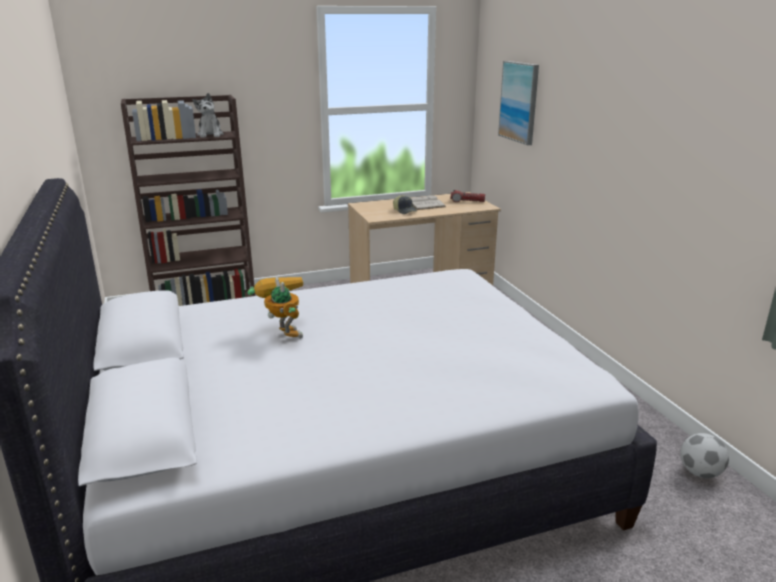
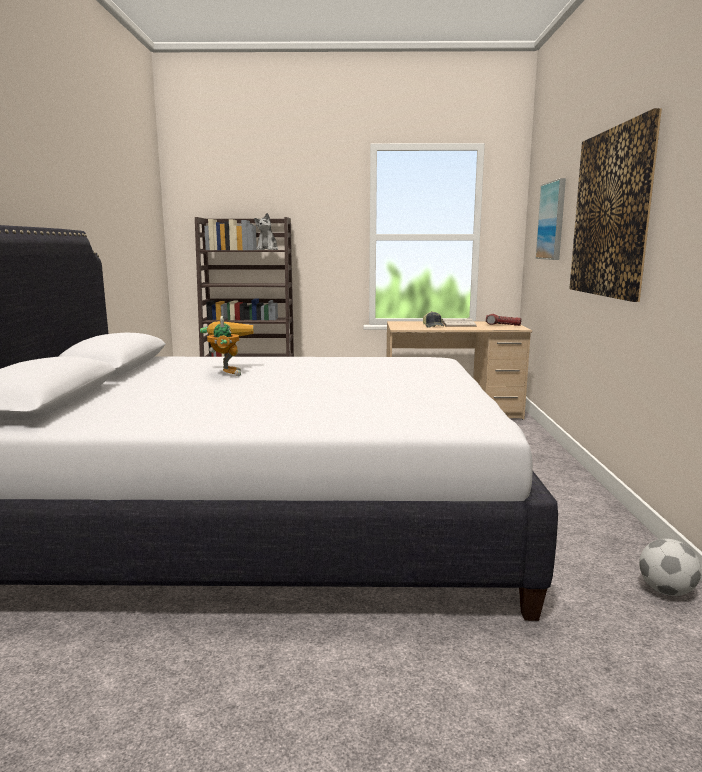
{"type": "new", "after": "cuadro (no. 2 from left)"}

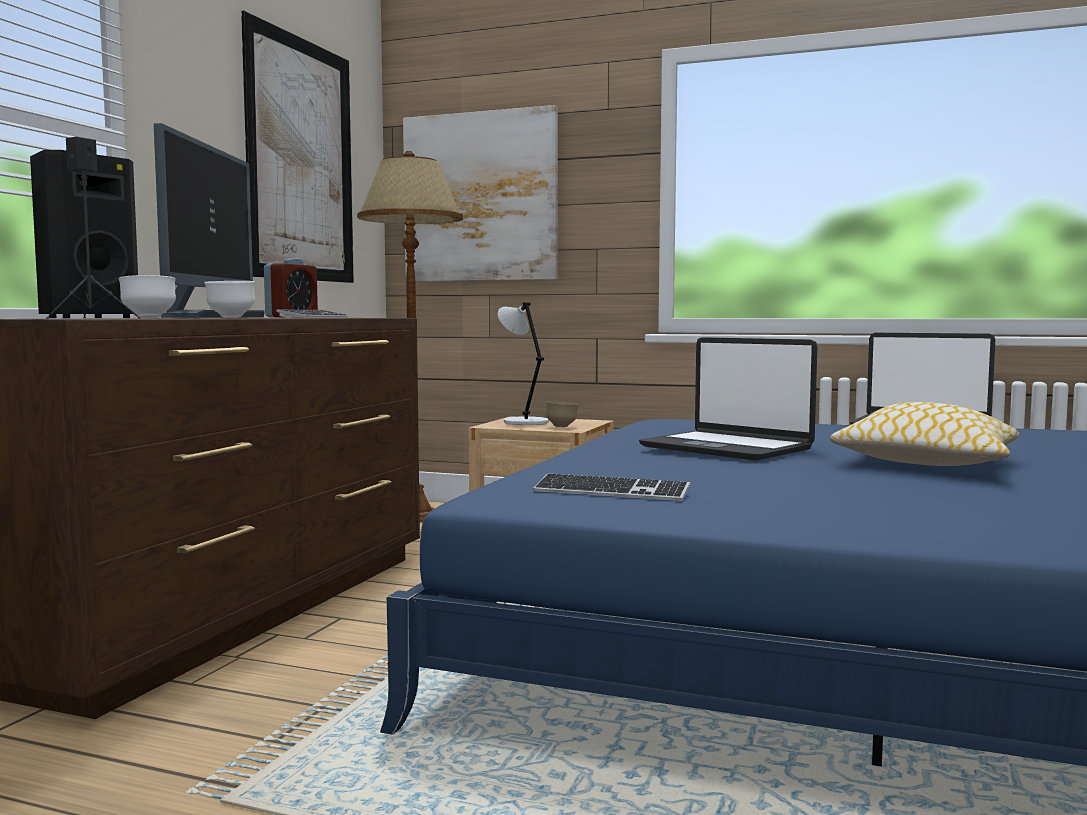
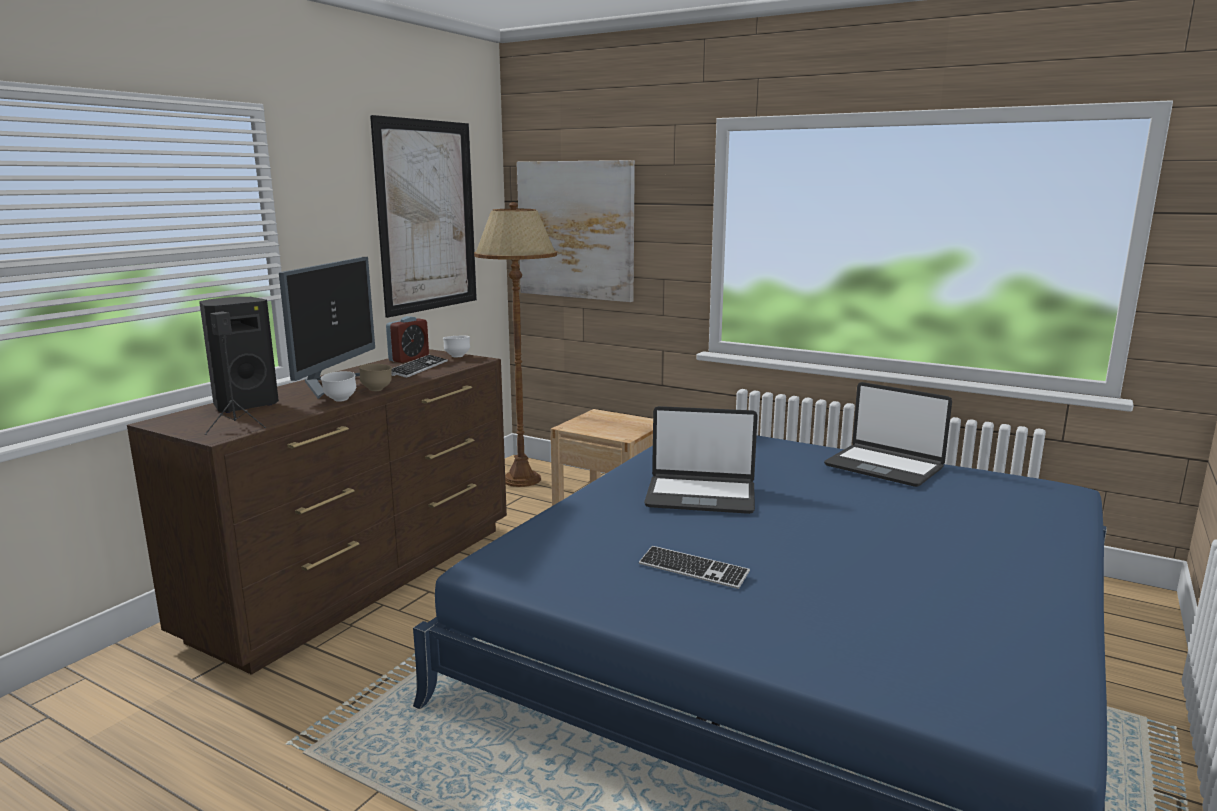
{"type": "shifted", "before": "cuenco [marrón]"}
{"type": "shifted", "before": "cuenco [blanco] (no. 1 from left in the first image)", "after": "cuenco [blanco] (no. 2 from left)"}
{"type": "shifted", "before": "teclado (no. 2 from left)"}
{"type": "rotated", "before": "portátil (no. 1 from left)", "turn": -45}
{"type": "gone", "before": "lámpara de mesa [gris]"}
{"type": "gone", "before": "cojín"}

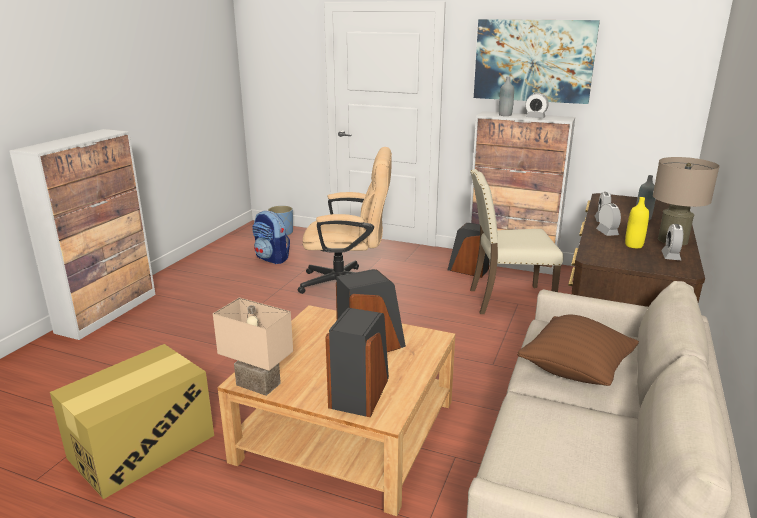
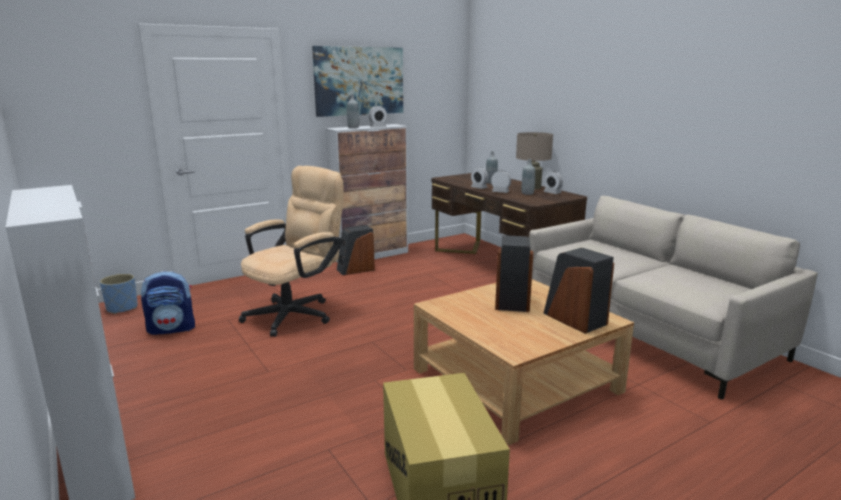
{"type": "repainted", "before": "botella [amarillo]", "after": "botella [gris] (no. 3 from left)"}
{"type": "gone", "before": "lámpara de mesa [beis] (no. 1 from left)"}
{"type": "gone", "before": "silla [beis]"}
{"type": "gone", "before": "cojín [marrón]"}

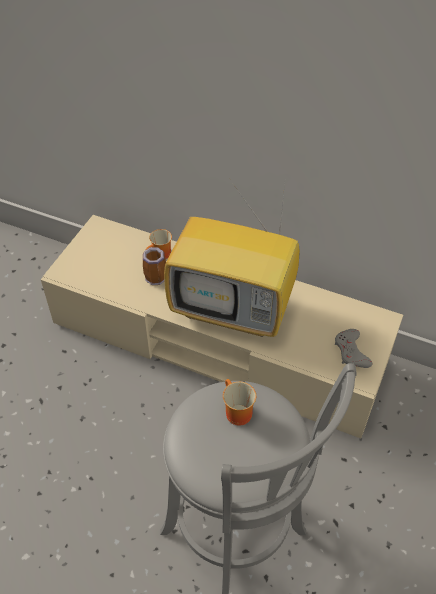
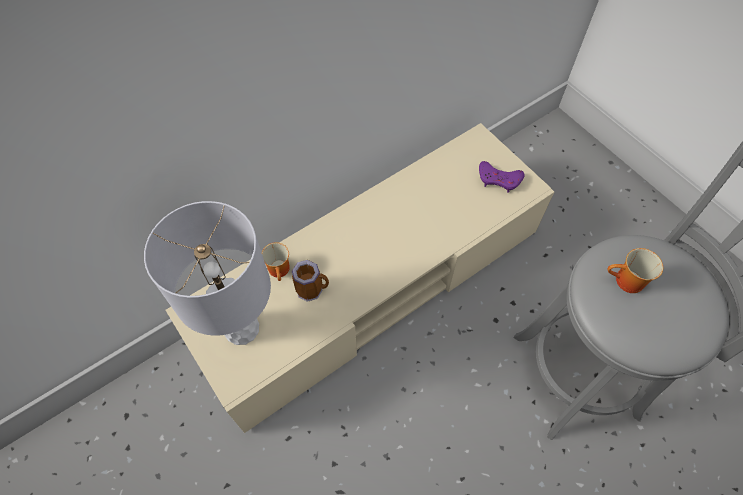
{"type": "new", "after": "lámpara de mesa [gris]"}
{"type": "repainted", "before": "mando de consola [gris]", "after": "mando de consola [morado]"}
{"type": "gone", "before": "televisor"}

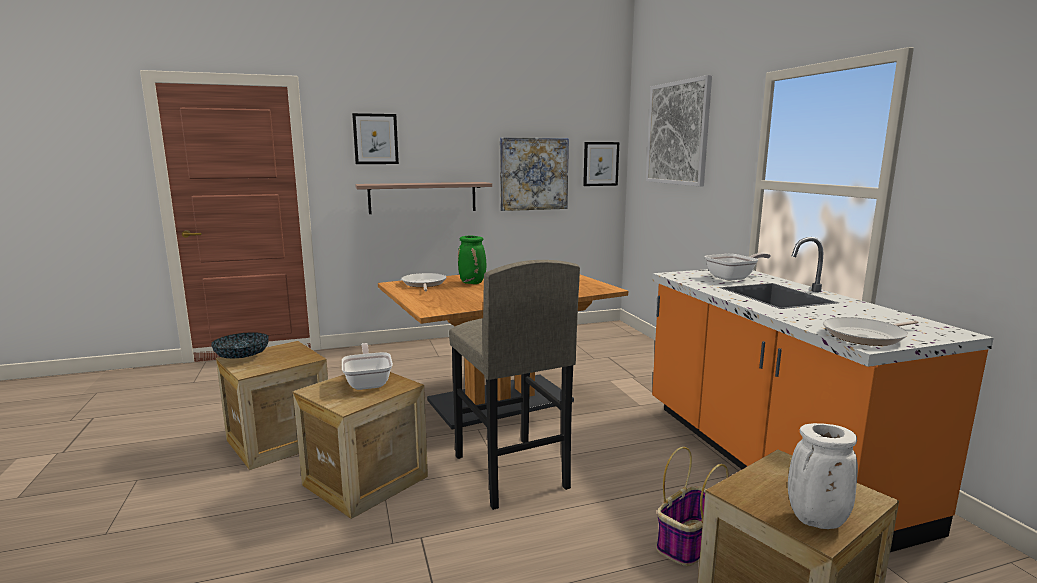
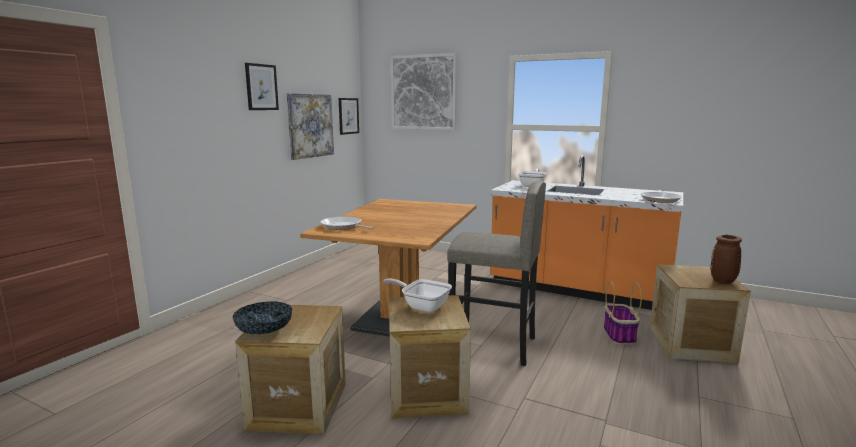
{"type": "shifted", "before": "cuadro (no. 1 from left)"}
{"type": "repainted", "before": "florero [blanco]", "after": "florero [marrón]"}
{"type": "gone", "before": "estante"}
{"type": "gone", "before": "florero [verde]"}

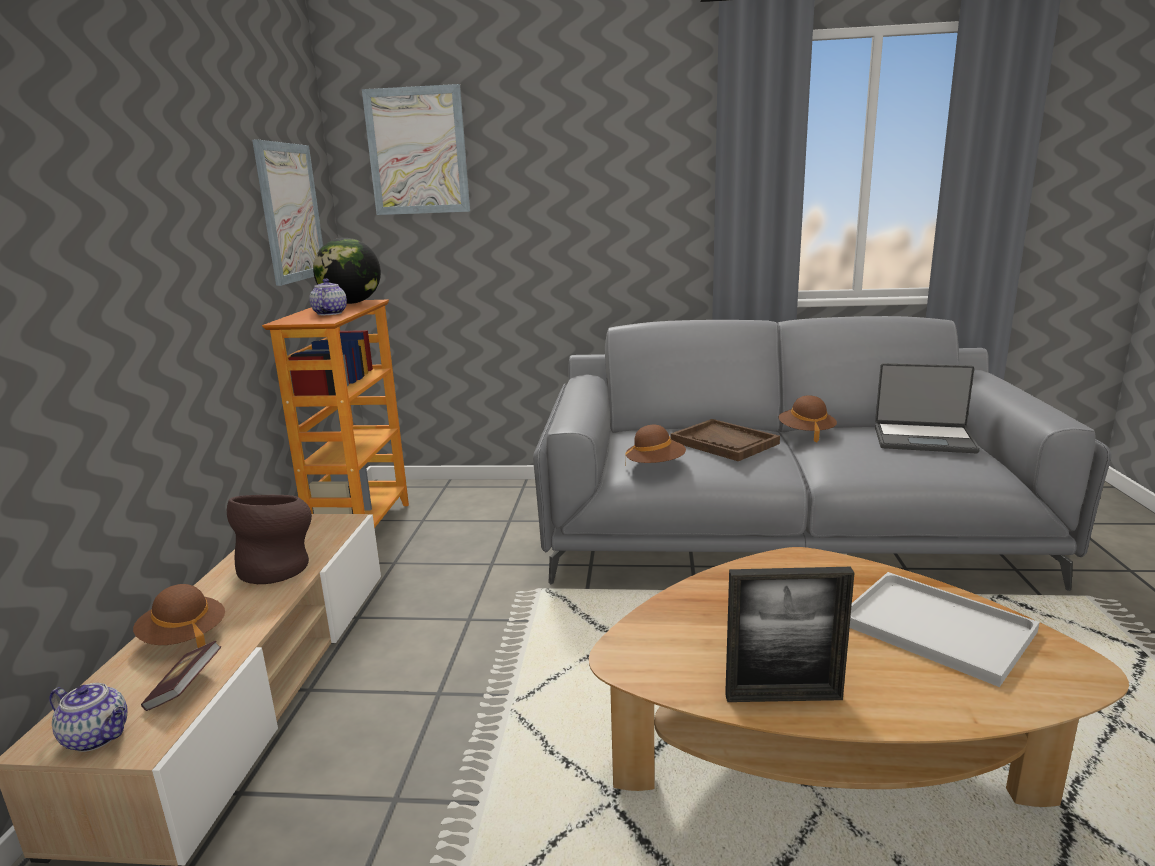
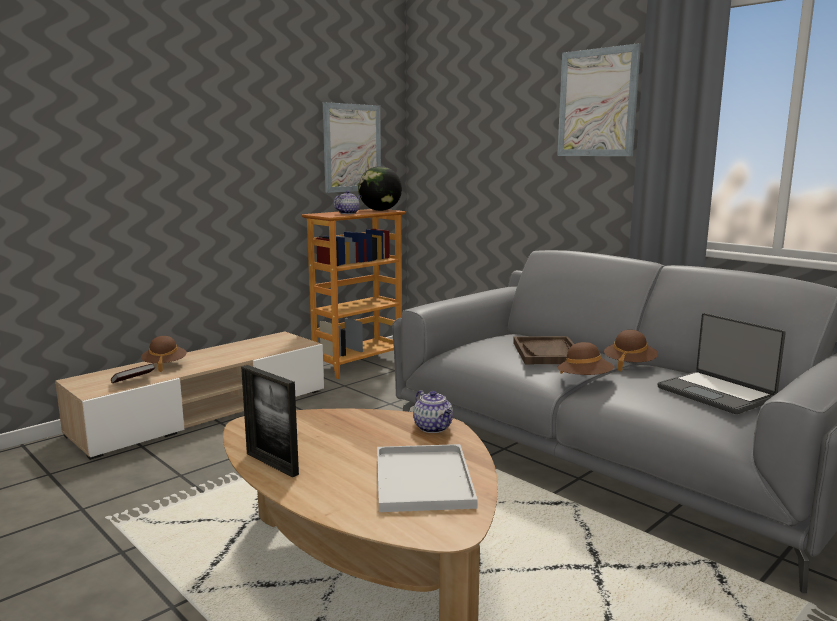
{"type": "shifted", "before": "tetera (no. 1 from left in the first image)", "after": "tetera (no. 2 from left)"}
{"type": "shifted", "before": "cuadro (no. 2 from left)"}
{"type": "shifted", "before": "sombrero [marrón] (no. 2 from left)"}
{"type": "gone", "before": "florero [marrón]"}

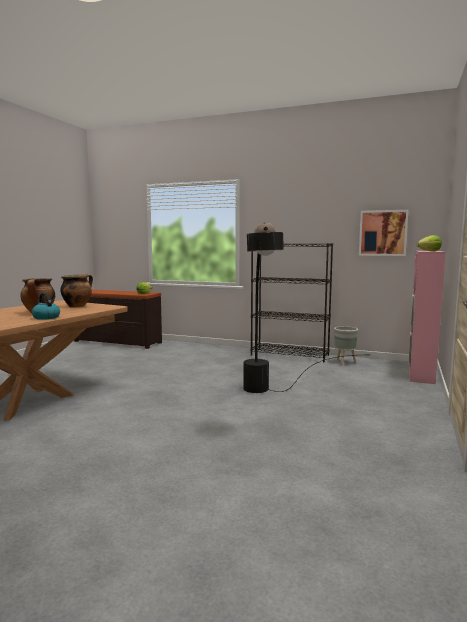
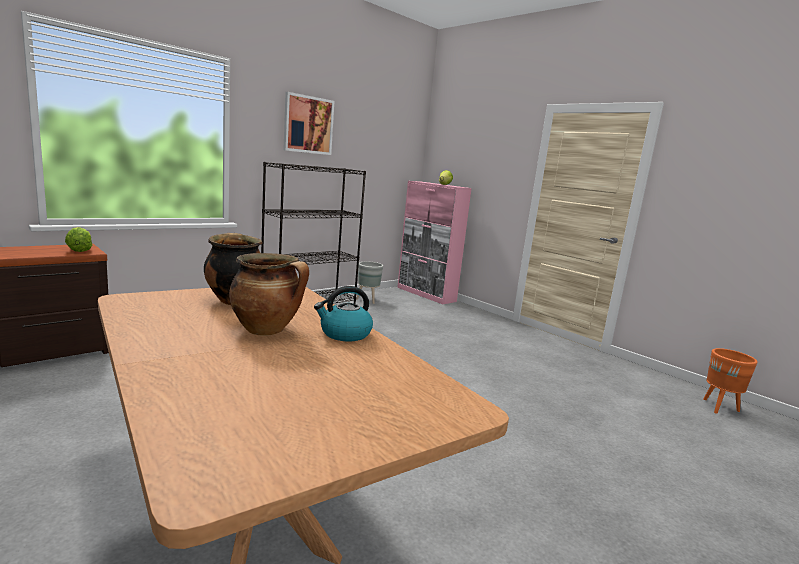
{"type": "shifted", "before": "cuadro"}
{"type": "new", "after": "maceta [naranja]"}
{"type": "gone", "before": "lámpara de pie [negro]"}

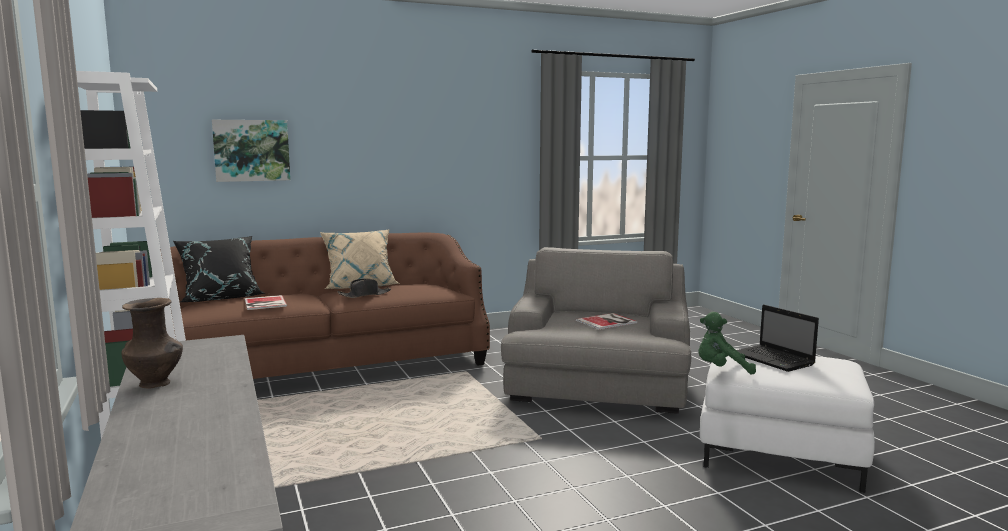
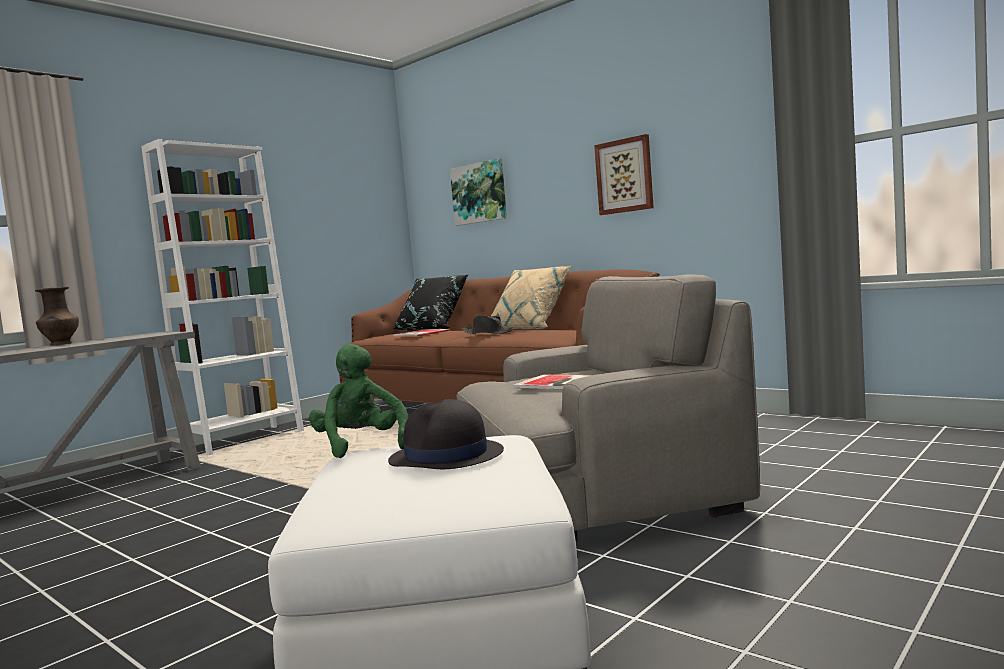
{"type": "swapped", "before": "portátil", "after": "sombrero [negro] (no. 1 from left)"}
{"type": "new", "after": "cuadro (no. 2 from left)"}

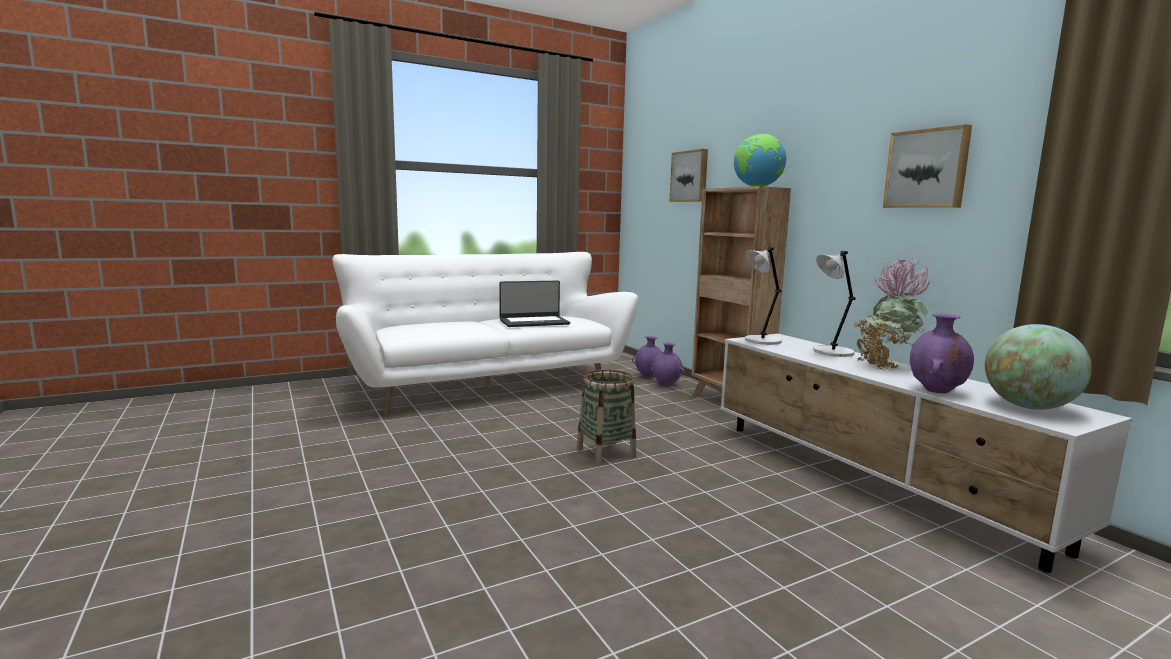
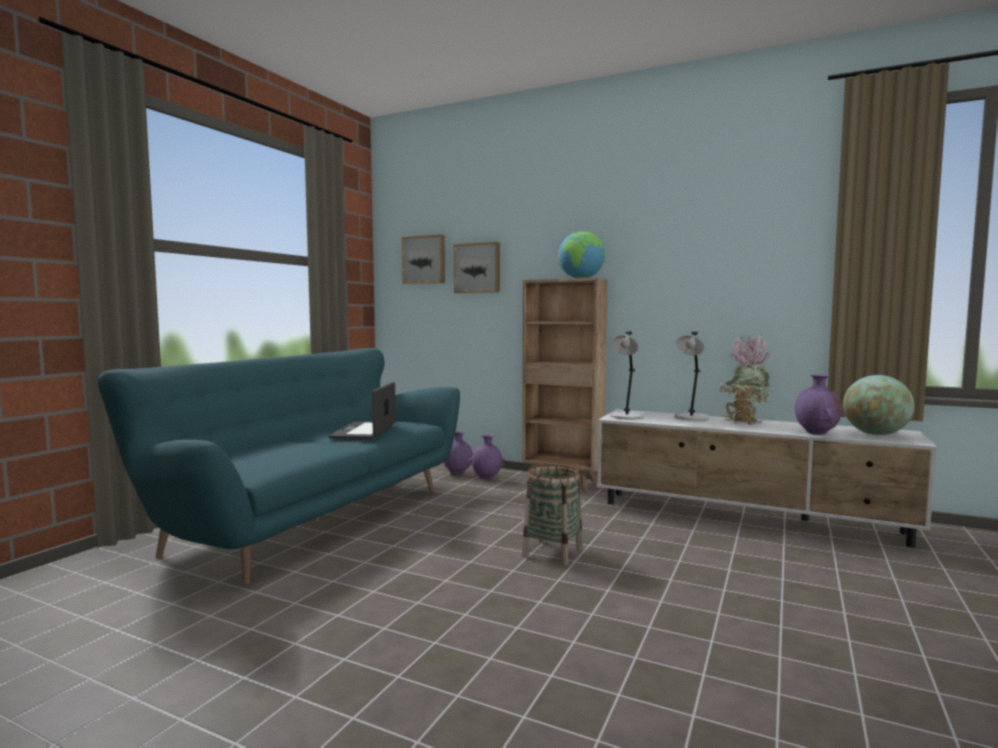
{"type": "repainted", "before": "sofá [blanco]", "after": "sofá [turquesa]"}
{"type": "rotated", "before": "portátil", "turn": 150}
{"type": "shifted", "before": "cuadro (no. 2 from left in the first image)", "after": "cuadro (no. 1 from left)"}

